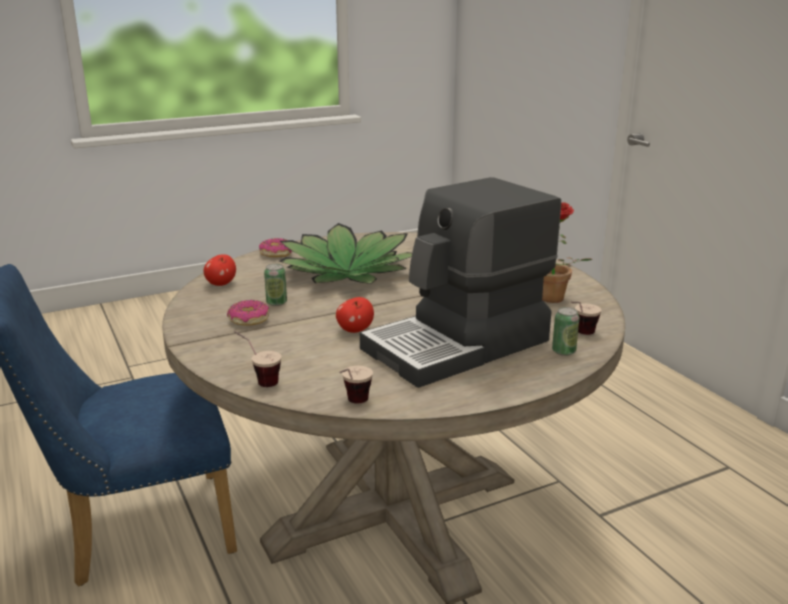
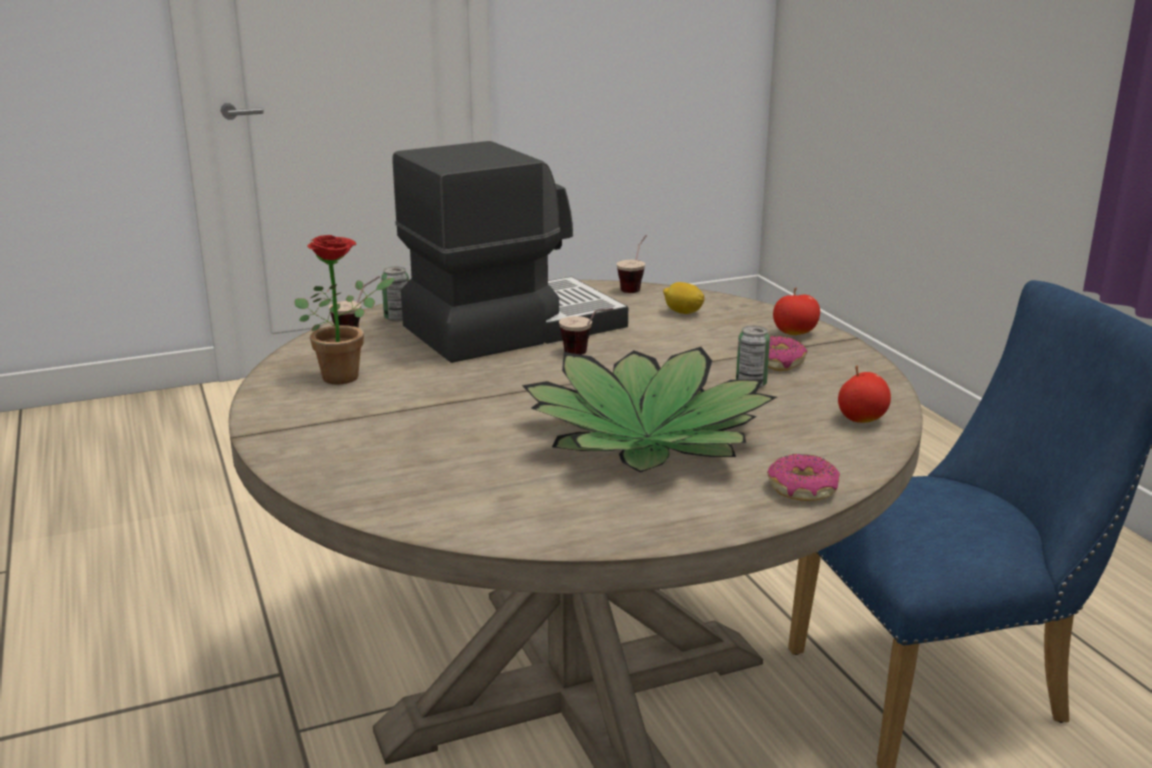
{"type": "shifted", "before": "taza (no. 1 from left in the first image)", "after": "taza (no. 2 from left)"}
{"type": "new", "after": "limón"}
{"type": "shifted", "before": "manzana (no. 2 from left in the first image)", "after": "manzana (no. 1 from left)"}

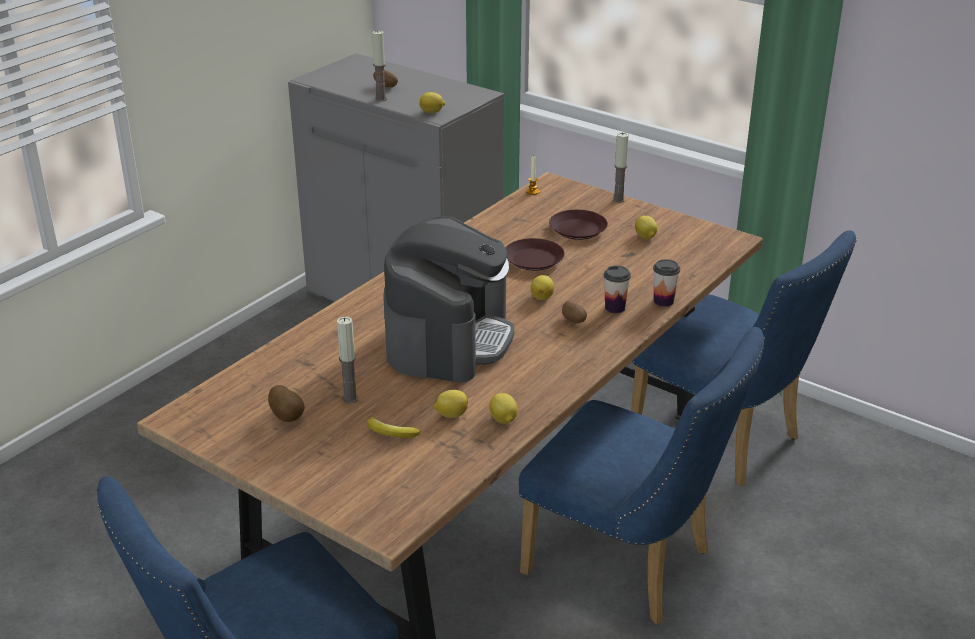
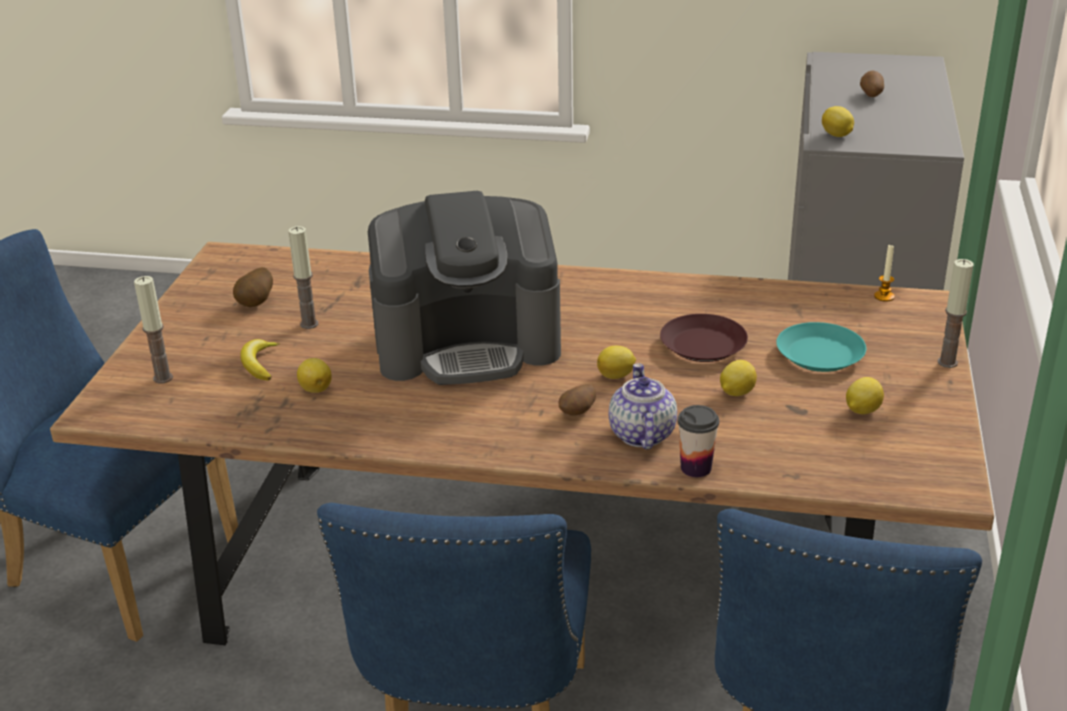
{"type": "shifted", "before": "vela (no. 2 from left in the first image)", "after": "vela (no. 1 from left)"}
{"type": "swapped", "before": "taza (no. 1 from left)", "after": "tetera"}
{"type": "shifted", "before": "limón (no. 3 from left)"}
{"type": "repainted", "before": "plato [marrón] (no. 2 from left)", "after": "plato [turquesa]"}

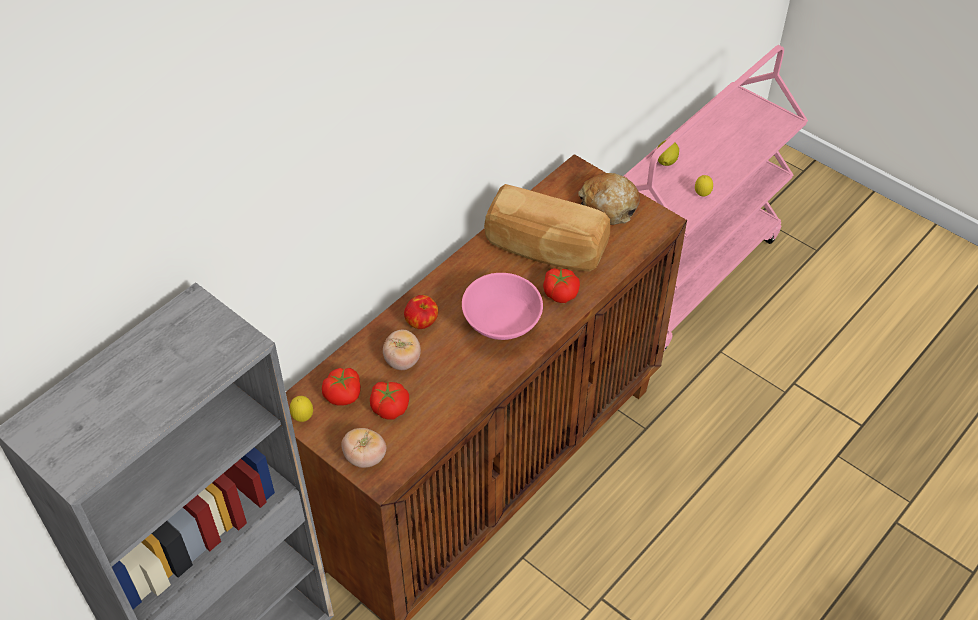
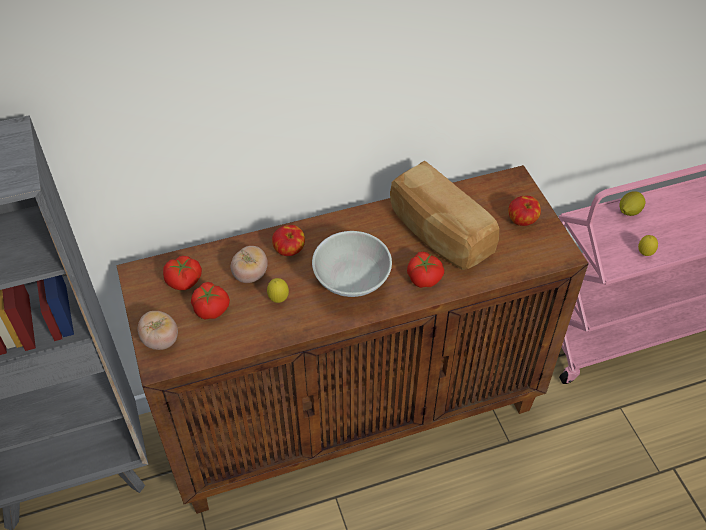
{"type": "shifted", "before": "limón (no. 1 from left)"}
{"type": "repainted", "before": "cuenco [rosa]", "after": "cuenco [blanco]"}
{"type": "swapped", "before": "pan (no. 2 from left)", "after": "manzana (no. 2 from left)"}

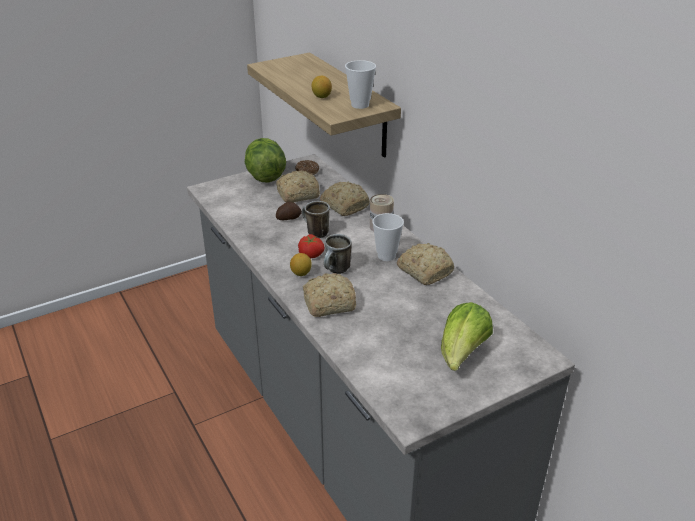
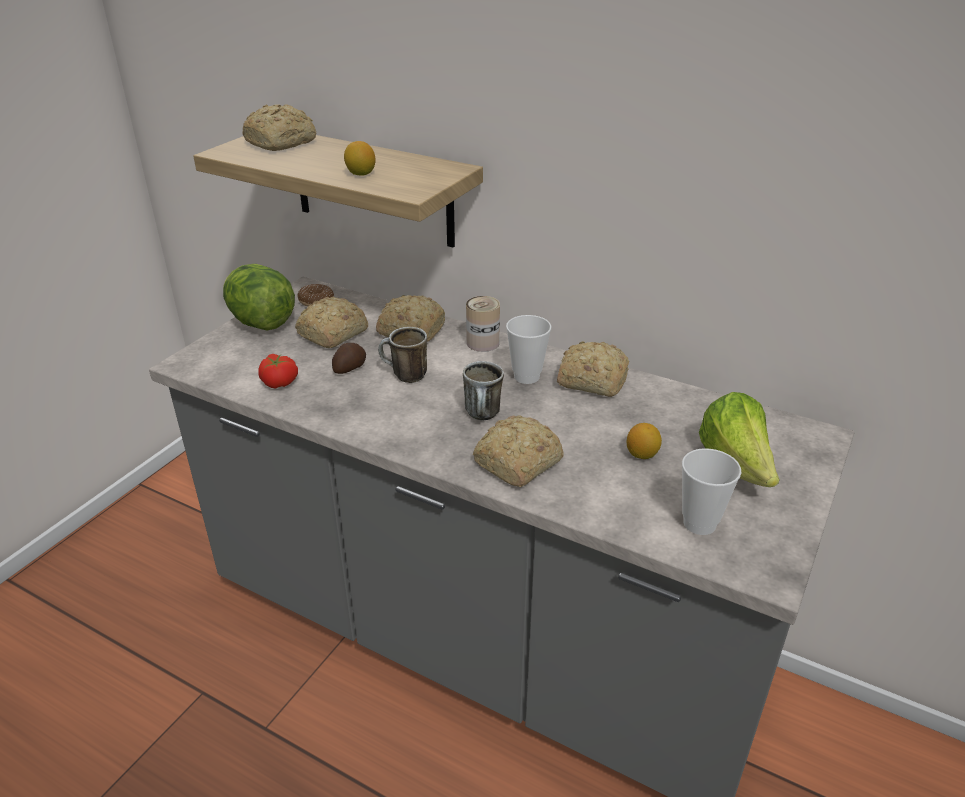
{"type": "new", "after": "pan (no. 1 from left)"}
{"type": "shifted", "before": "tomate"}
{"type": "shifted", "before": "limón (no. 1 from left in the first image)", "after": "limón (no. 2 from left)"}
{"type": "shifted", "before": "taza (no. 1 from left in the first image)", "after": "taza (no. 2 from left)"}

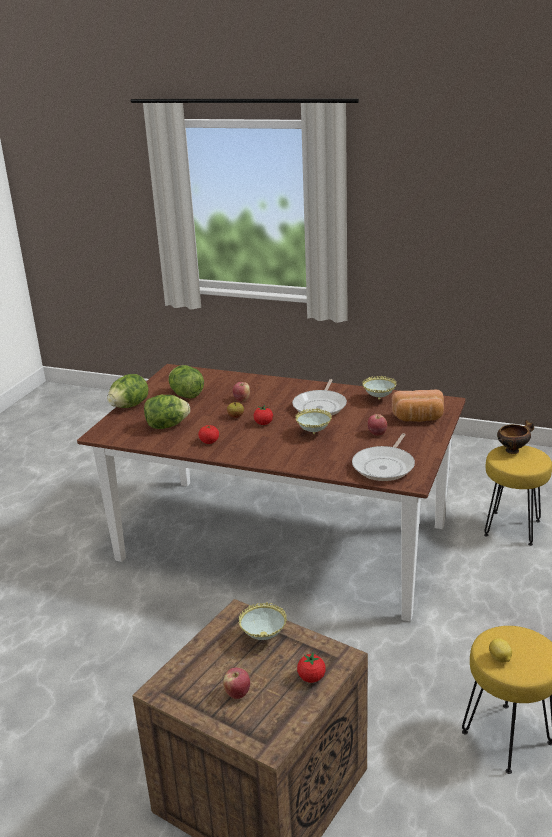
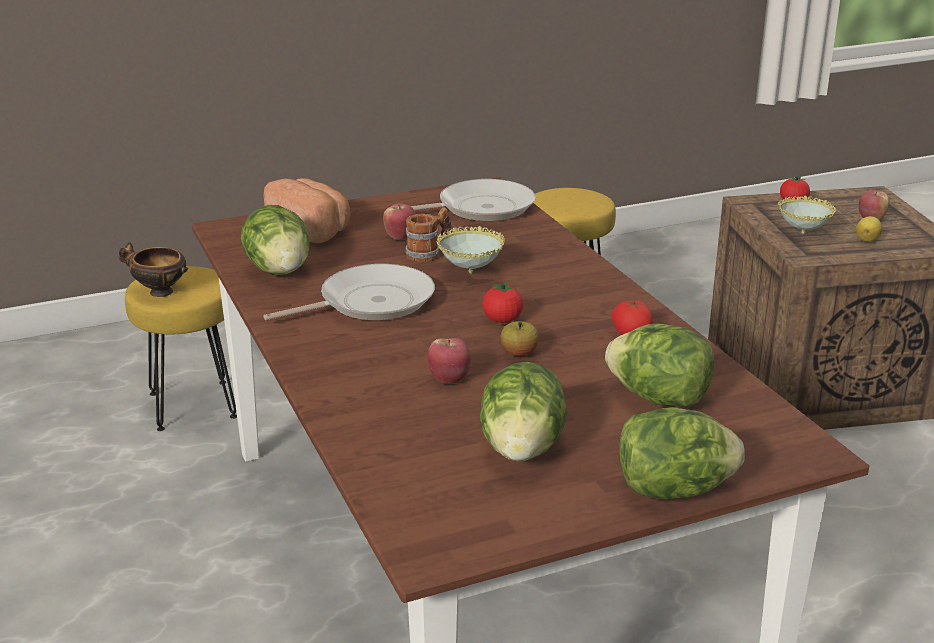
{"type": "swapped", "before": "cuenco (no. 3 from left)", "after": "lechuga (no. 1 from left)"}
{"type": "new", "after": "taza grande"}
{"type": "shifted", "before": "limón"}

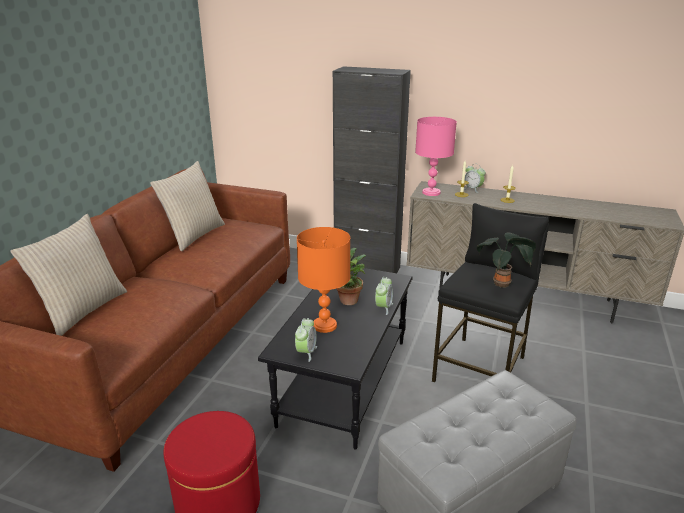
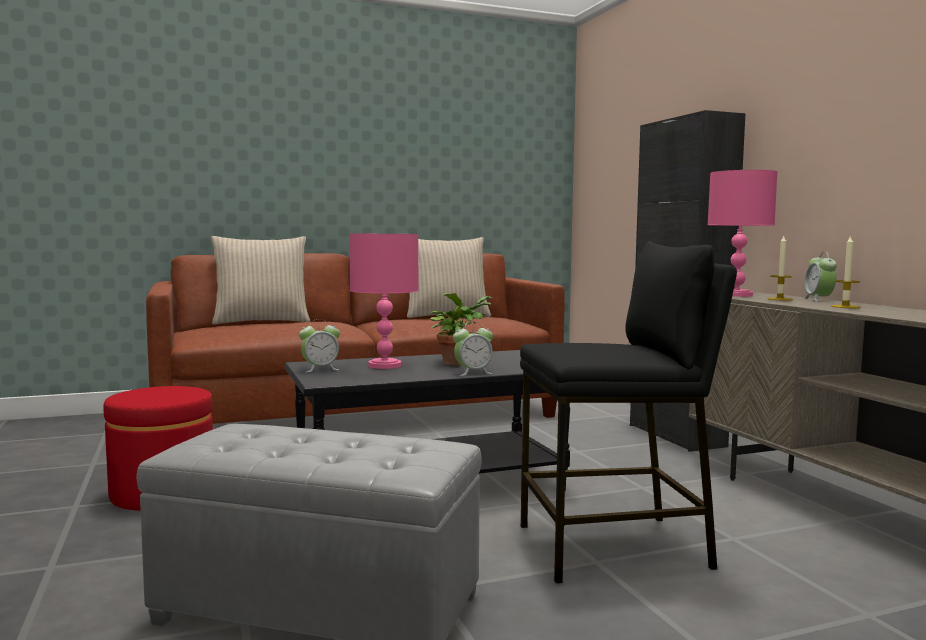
{"type": "repainted", "before": "lámpara de mesa [naranja]", "after": "lámpara de mesa [rosa] (no. 1 from left)"}
{"type": "gone", "before": "planta en maceta (no. 2 from left)"}

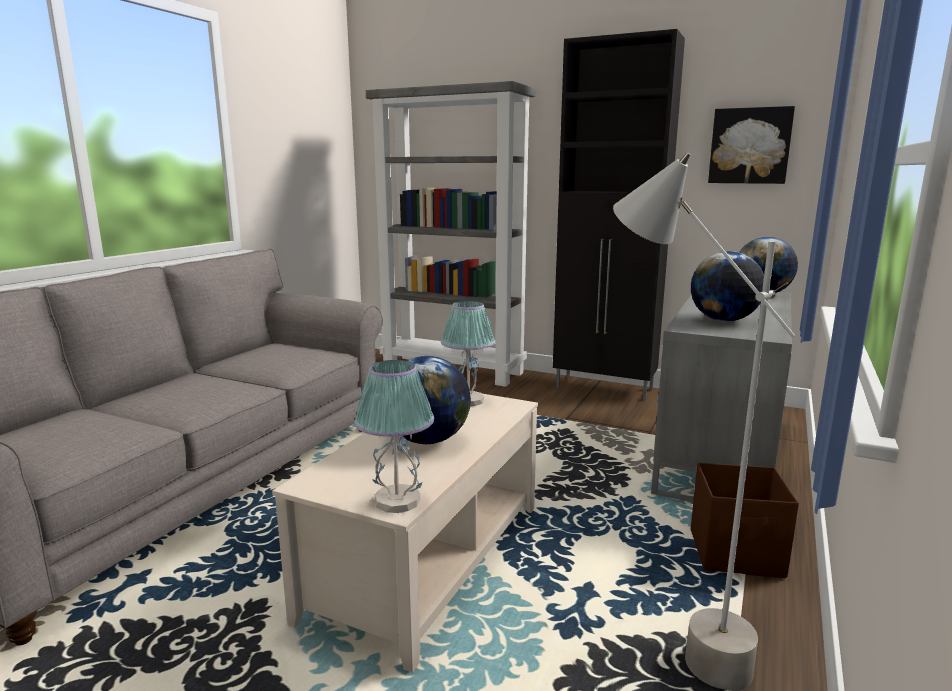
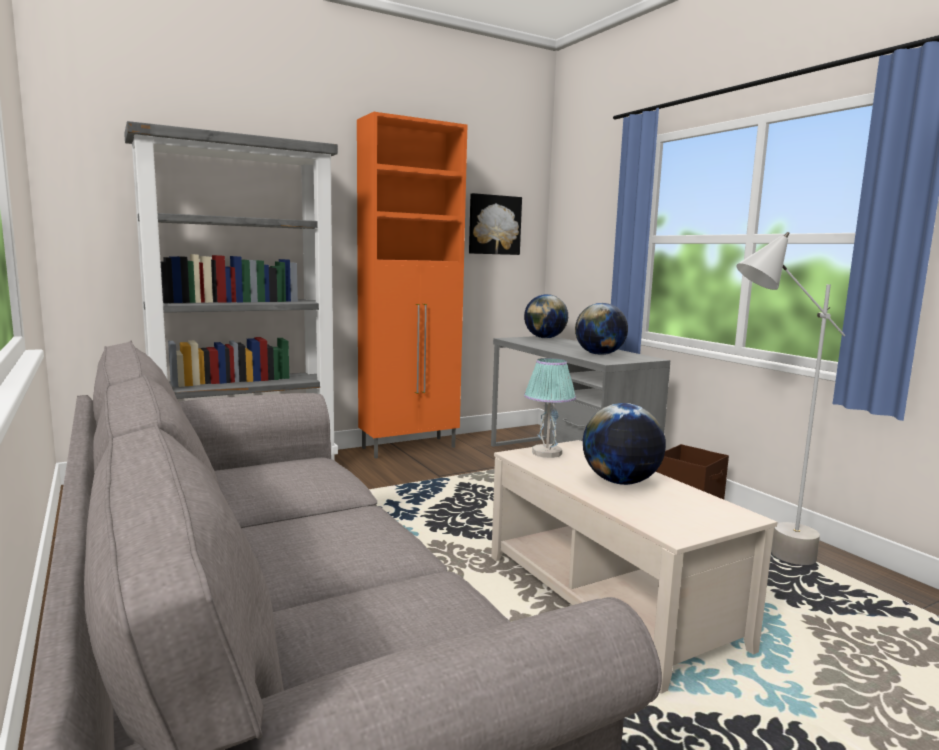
{"type": "repainted", "before": "armario [negro]", "after": "armario [naranja]"}
{"type": "gone", "before": "lámpara de mesa (no. 1 from left)"}

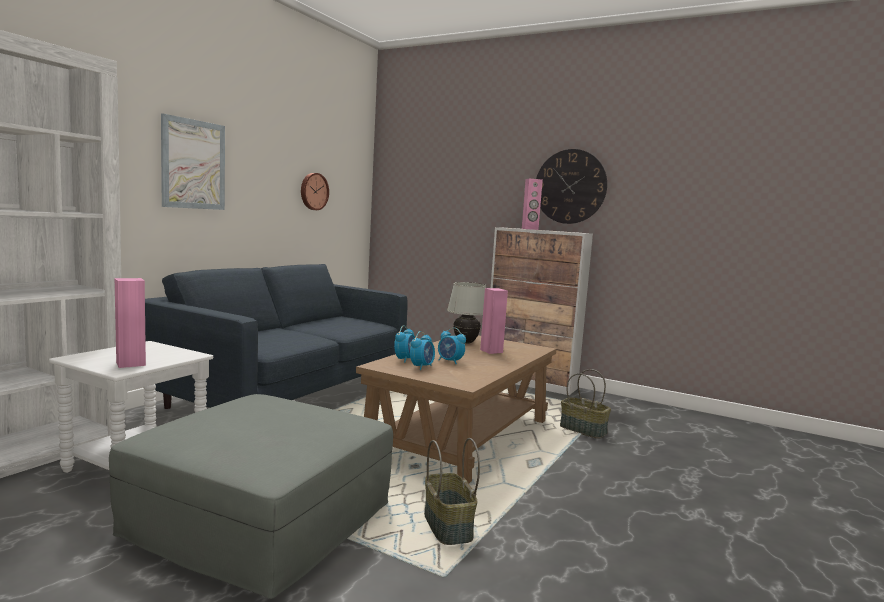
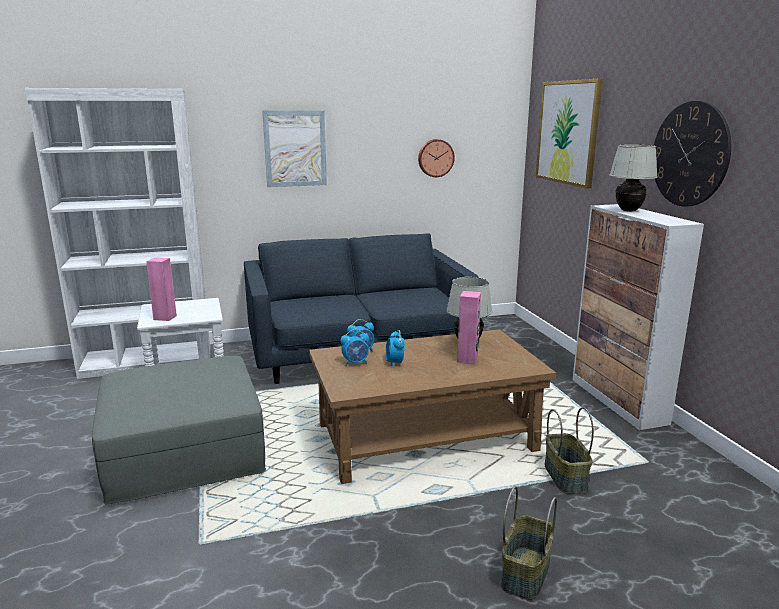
{"type": "shifted", "before": "cesta (no. 1 from left)"}
{"type": "new", "after": "cuadro (no. 2 from left)"}
{"type": "swapped", "before": "altavoz [rosa] (no. 3 from left)", "after": "lámpara de mesa [blanco] (no. 2 from left)"}

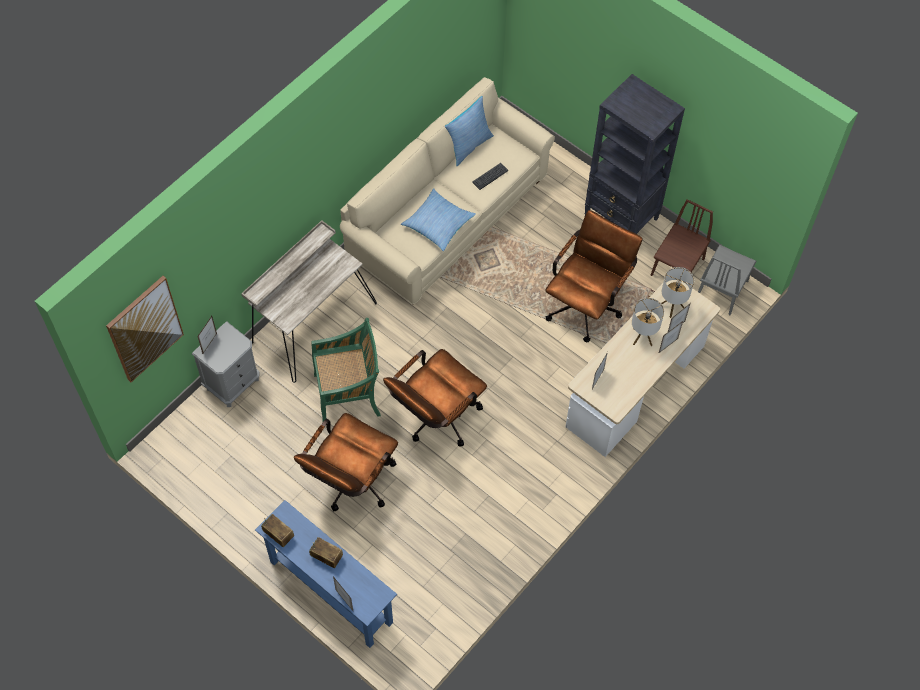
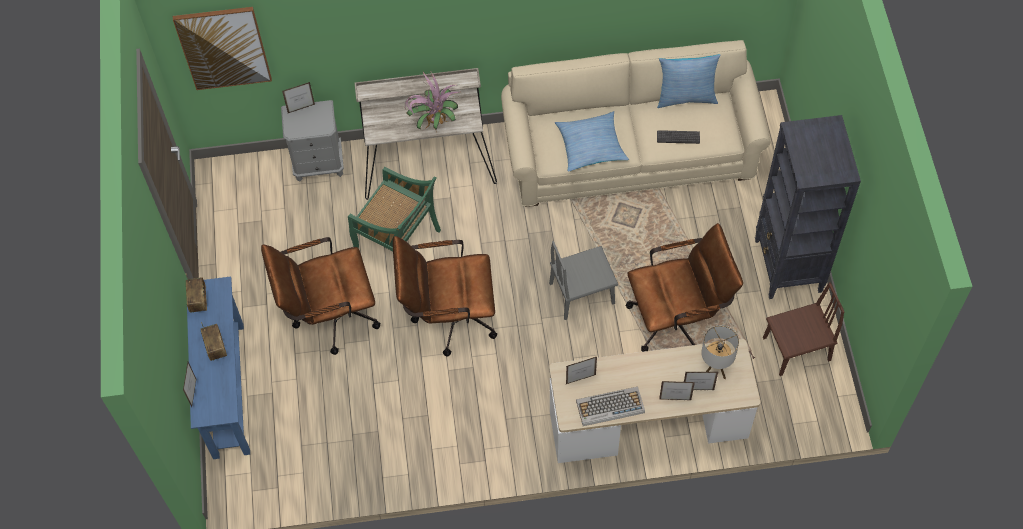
{"type": "new", "after": "planta en maceta"}
{"type": "shifted", "before": "silla [gris]"}
{"type": "new", "after": "teclado (no. 1 from left)"}
{"type": "gone", "before": "lámpara de mesa (no. 1 from left)"}

